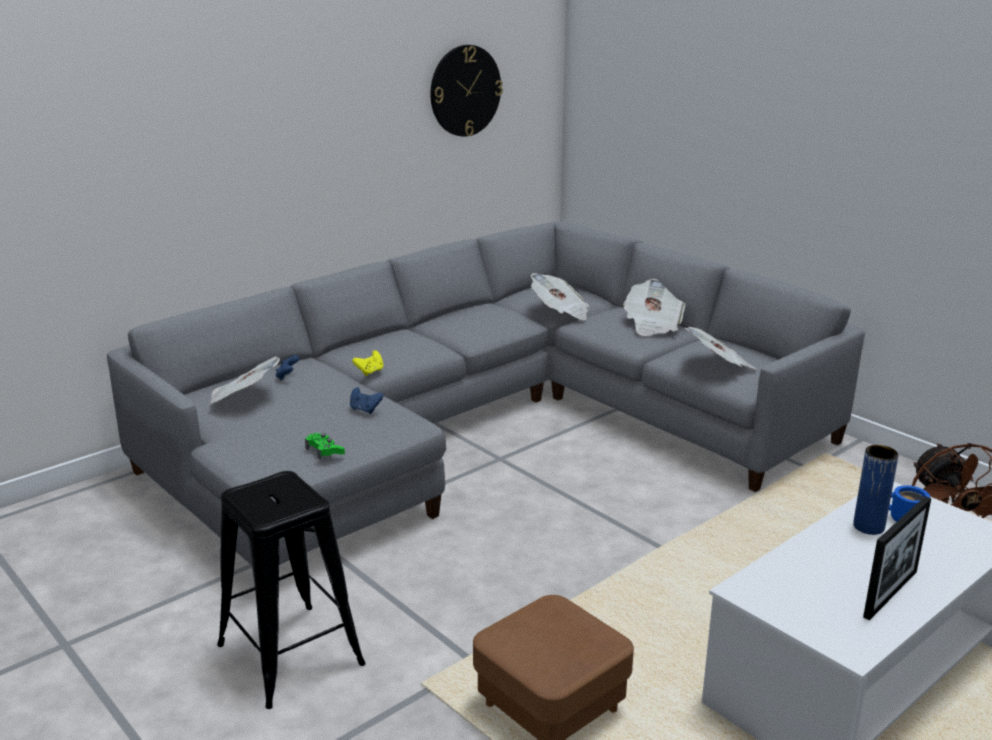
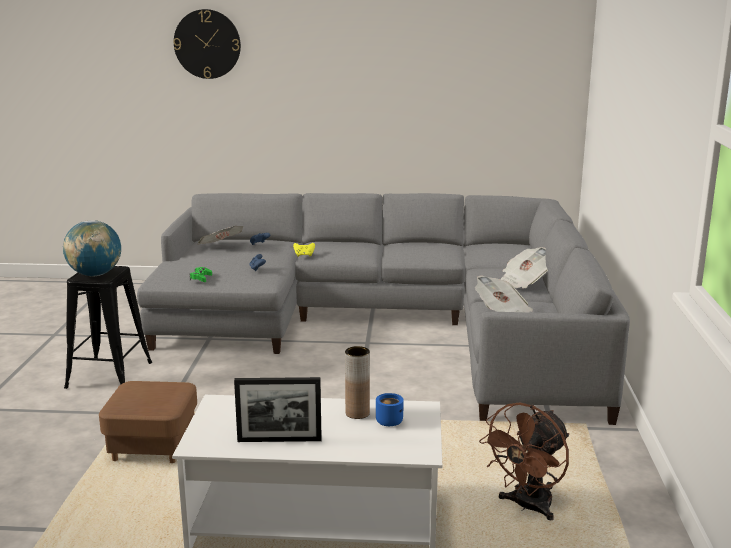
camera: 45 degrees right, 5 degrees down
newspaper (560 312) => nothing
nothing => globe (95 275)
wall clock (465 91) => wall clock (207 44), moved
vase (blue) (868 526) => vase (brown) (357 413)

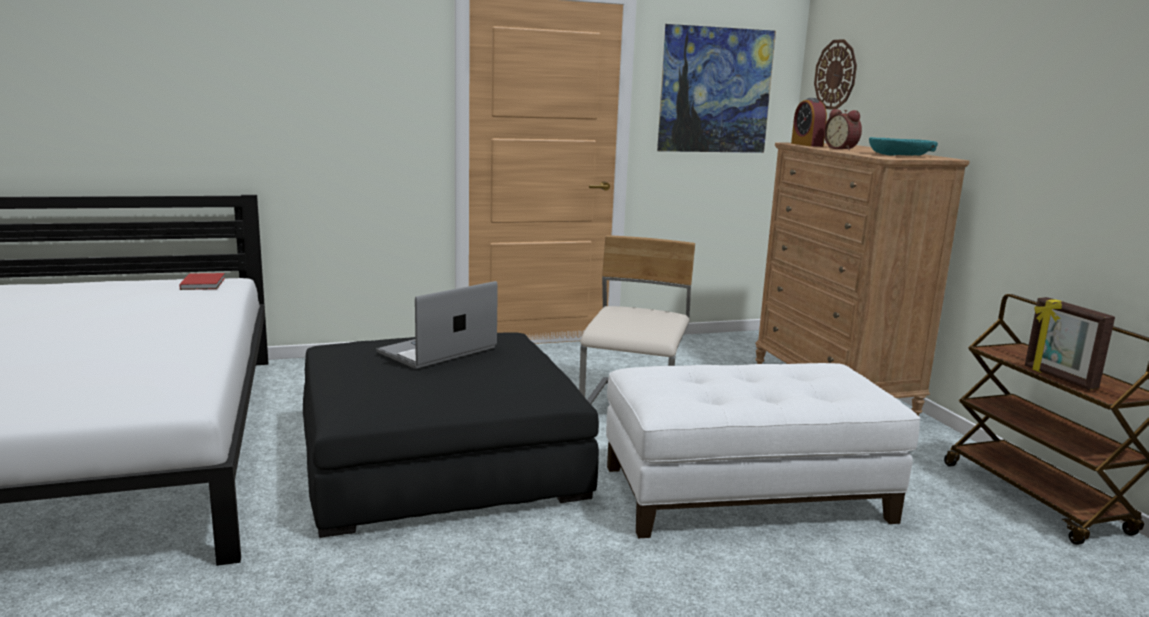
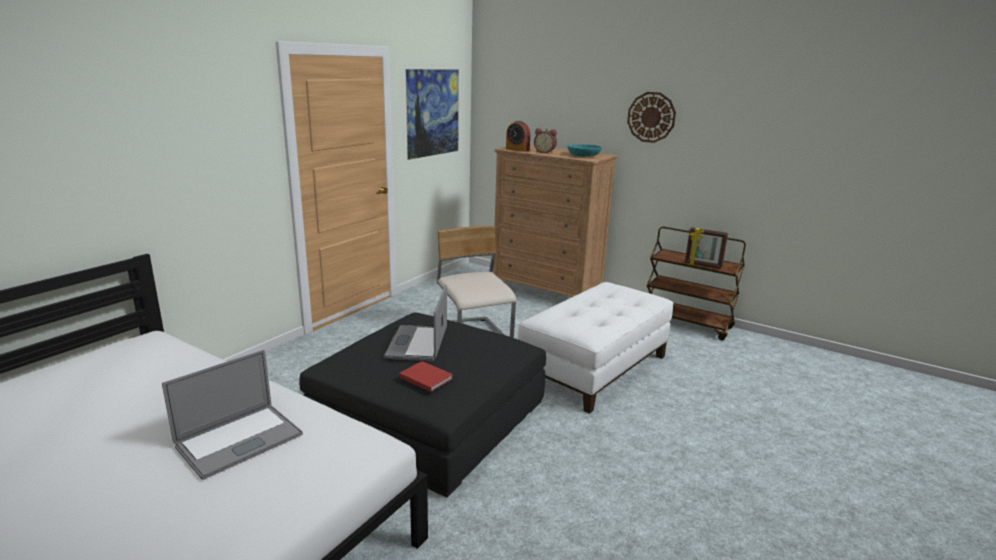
camera: 40 degrees left, 5 degrees up
nothing => laptop (239 440)
book (red) (204 283) => book (red) (425 377), moved
wall clock (835 74) => wall clock (651 117), moved

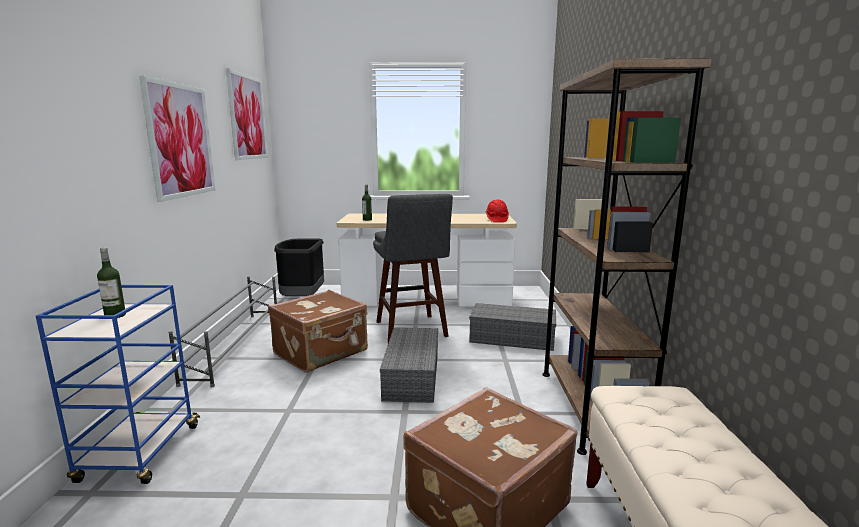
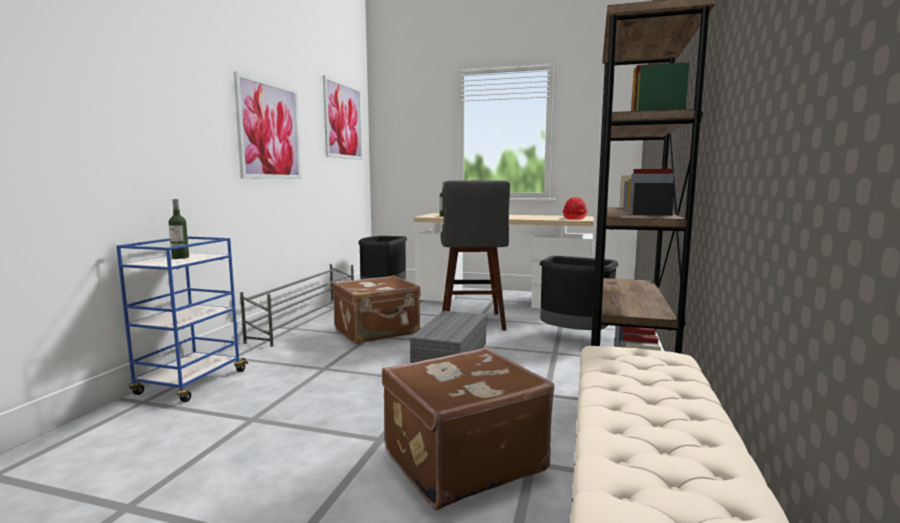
camera: 15 degrees right, 5 degrees down
storage box (grey) (513 338) => trash can (black) (575 336)

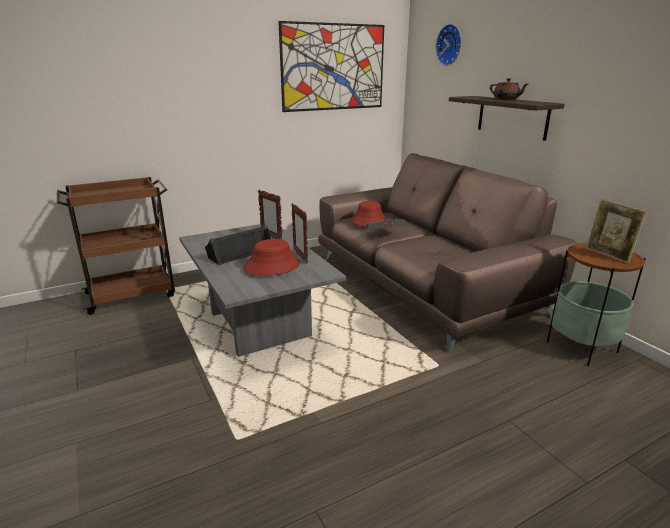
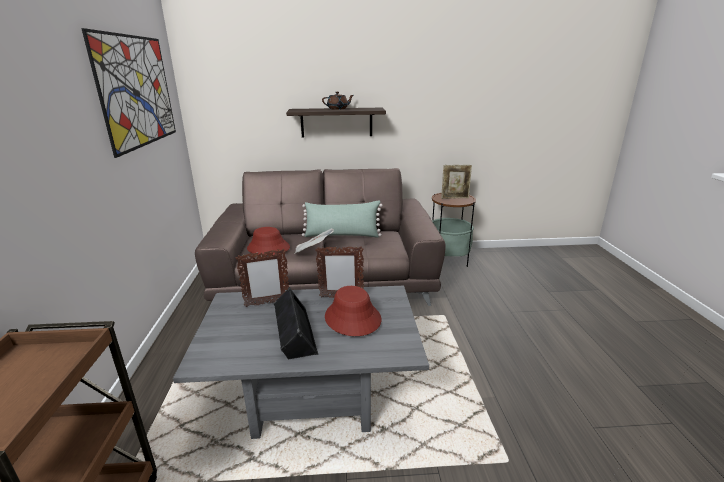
camera: 65 degrees left, 0 degrees up
wall clock (450 45) => nothing
nothing => pillow (green) (342 235)

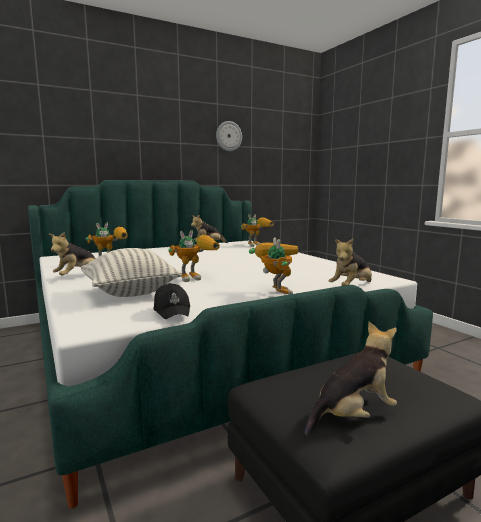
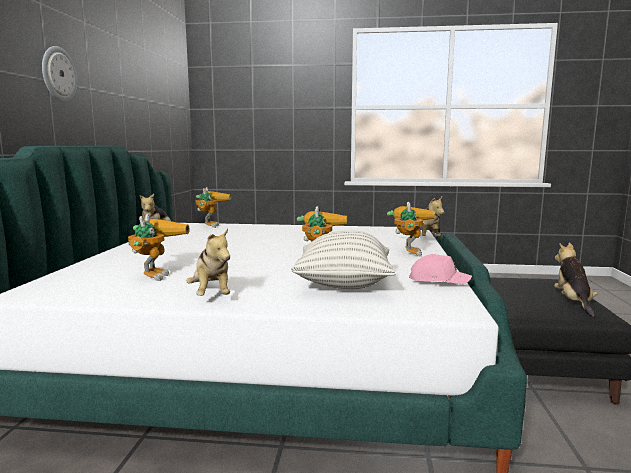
camera: 55 degrees left, 0 degrees up
wall clock (228 136) => wall clock (58 74), moved
cap (black) (172 310) => cap (pink) (438 279)
toy robot (275 291) => toy robot (408 252), 75 degrees clockwise

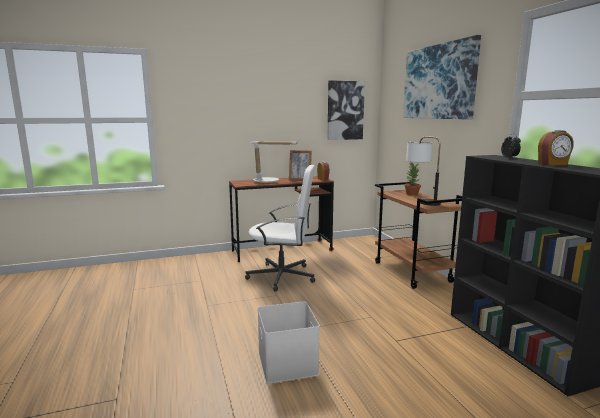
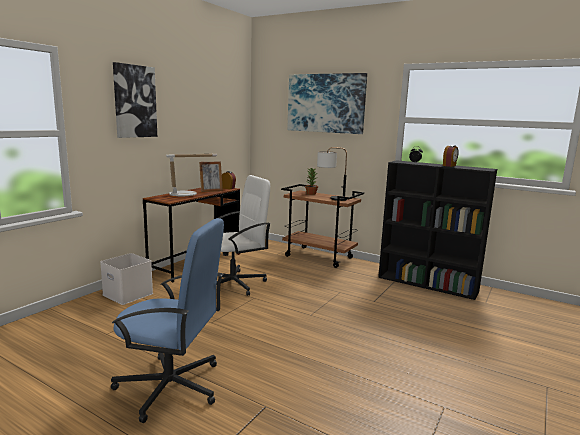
camera: 40 degrees left, 0 degrees up
nothing => office chair (blue) (171 387)
storage box (white) (289 363) => storage box (white) (129 294), moved
picture (345 110) => picture (134 101), moved

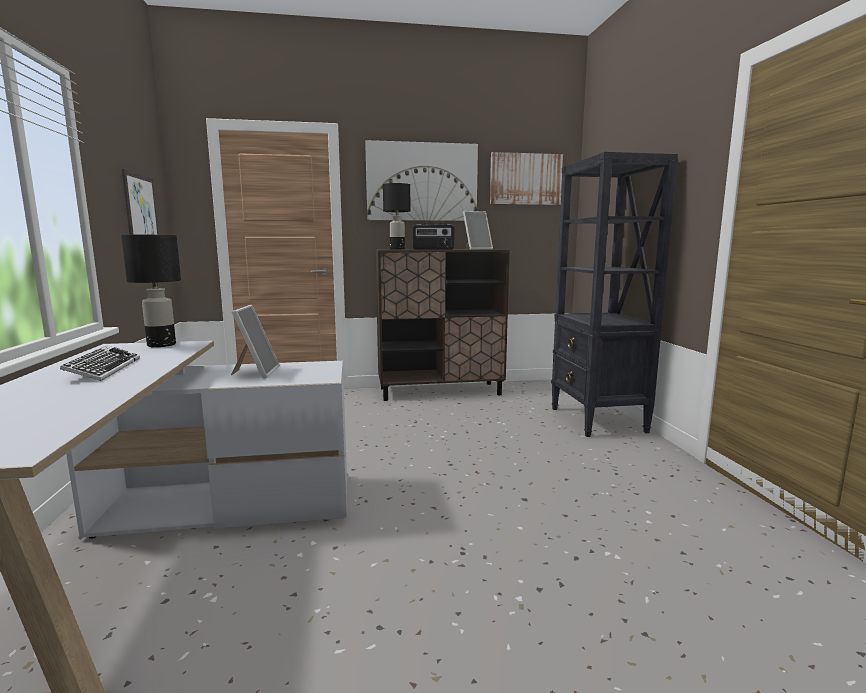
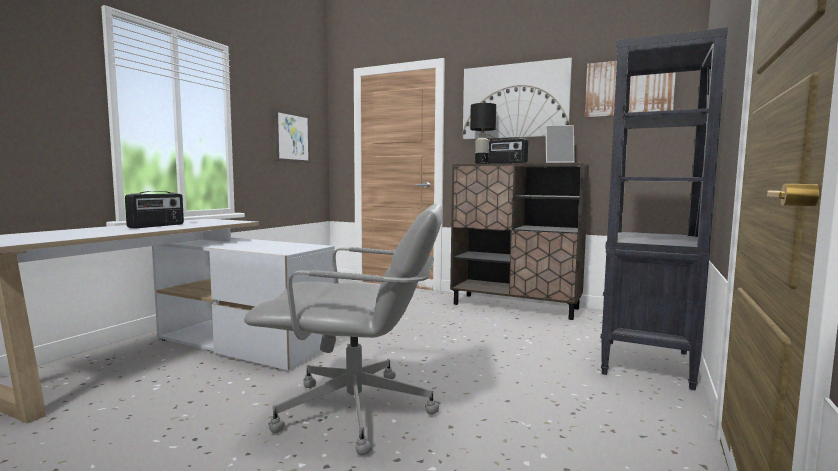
camera: 35 degrees right, 5 degrees down
table lamp (black) (162 345) => nothing
picture frame (256 372) => nothing
nothing => office chair (grey) (357 412)
keyboard (104 369) => radio (157 226)

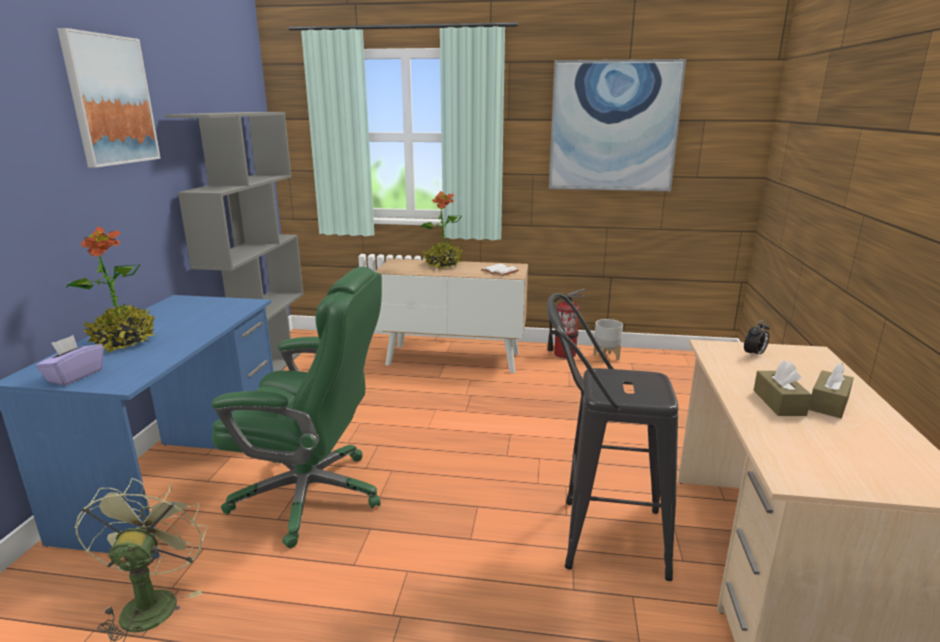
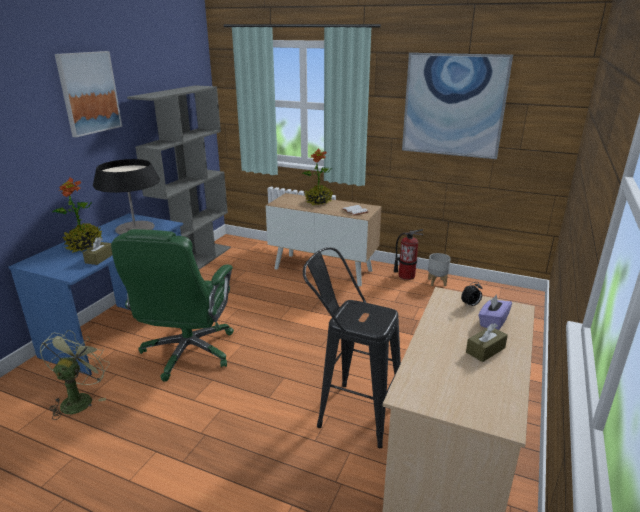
camera: 15 degrees right, 5 degrees up
nothing => table lamp (135 228)
tissue box (purple) (75 376) => tissue box (purple) (492 322), moved
tissue box (brown) (779 403) => tissue box (brown) (100 258), moved
office chair (green) (312 495) => office chair (green) (188 352), 75 degrees clockwise

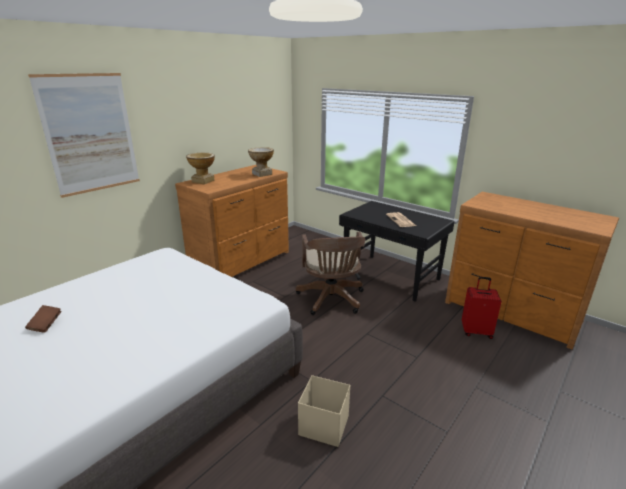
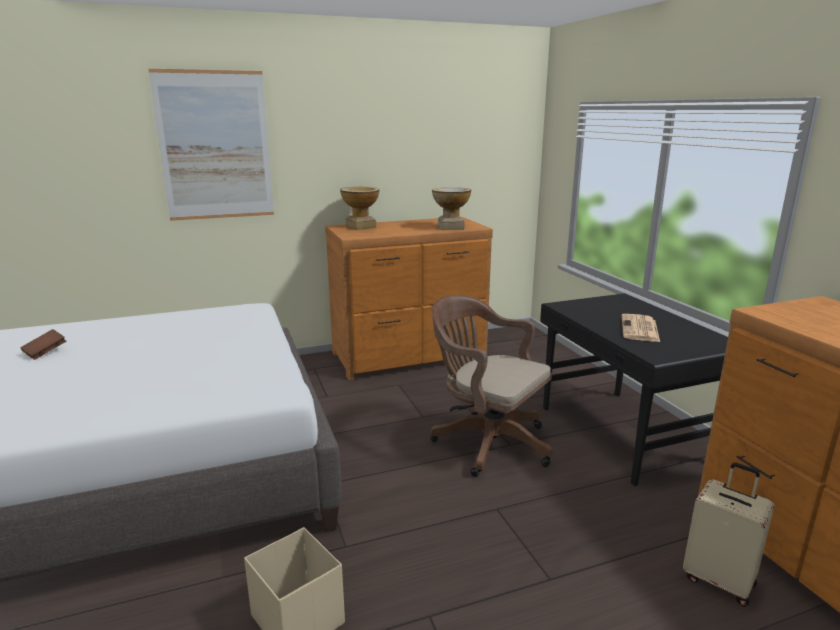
camera: 30 degrees right, 5 degrees down
suitcase (red) (476 331) => suitcase (beige) (719 580)
office chair (brown) (331 300) => office chair (brown) (486 441), 105 degrees clockwise

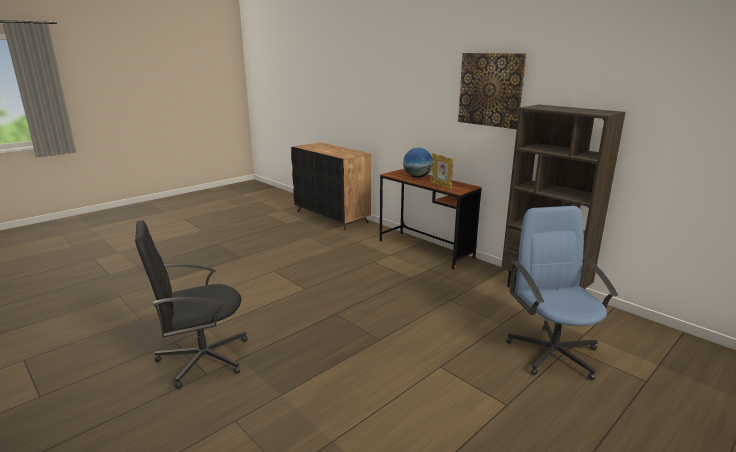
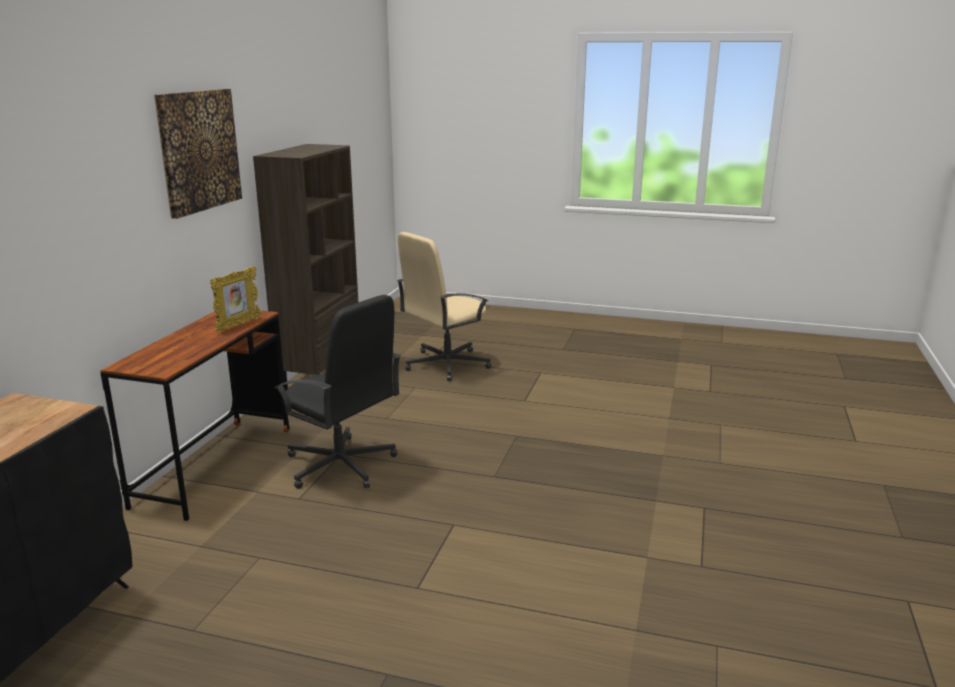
camera: 120 degrees left, 0 degrees up
globe (417 177) => nothing
office chair (black) (202 358) => office chair (black) (341 465), moved
office chair (blue) (553 352) => office chair (beige) (445 364)

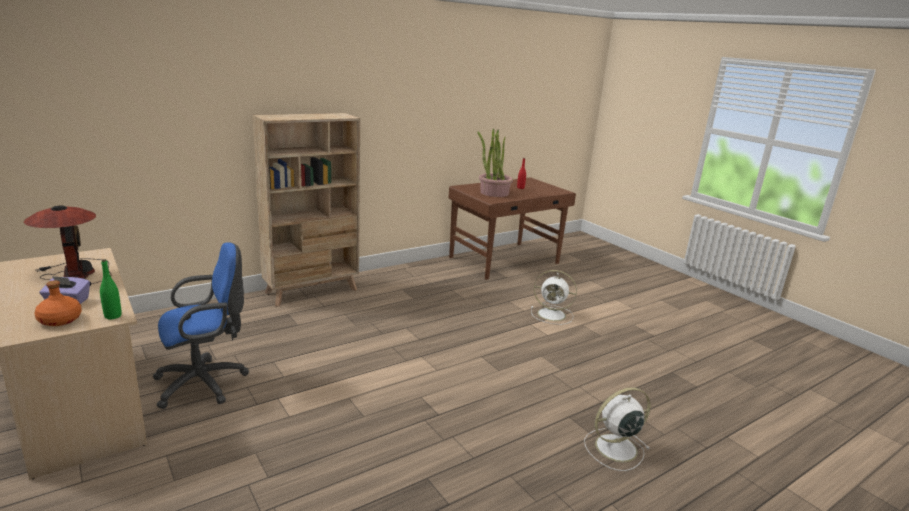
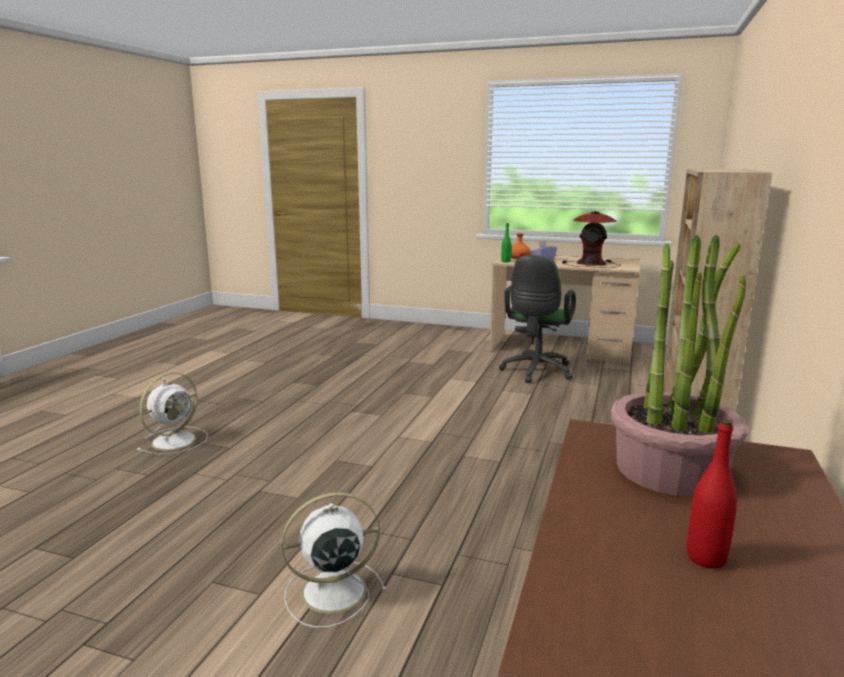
camera: 145 degrees right, 5 degrees down
office chair (blue) (206 383) => office chair (green) (536 372)

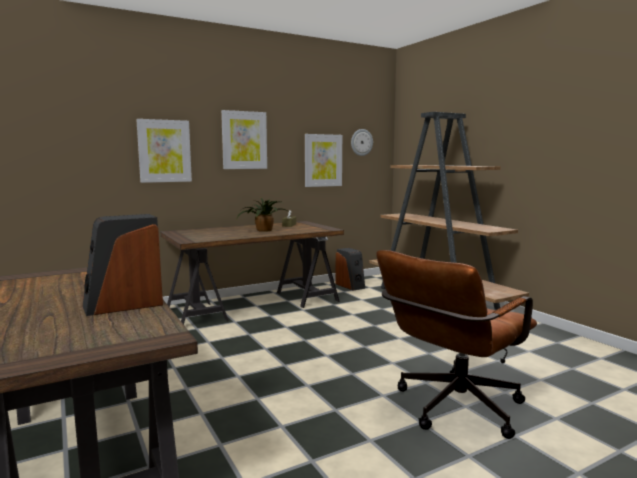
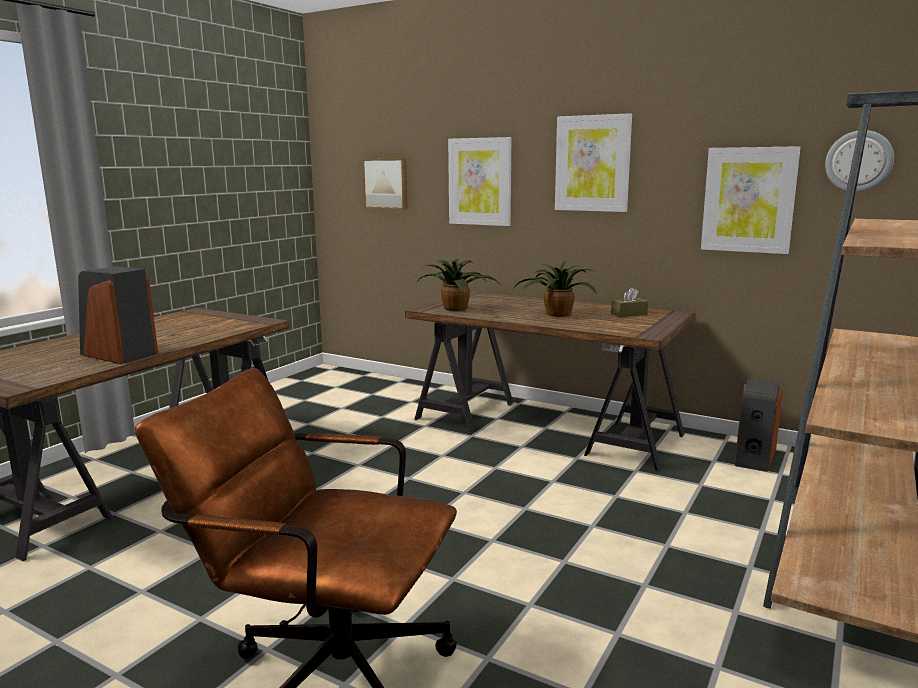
camera: 60 degrees right, 5 degrees up
nothing => picture (386 183)
nothing => potted plant (457 308)

